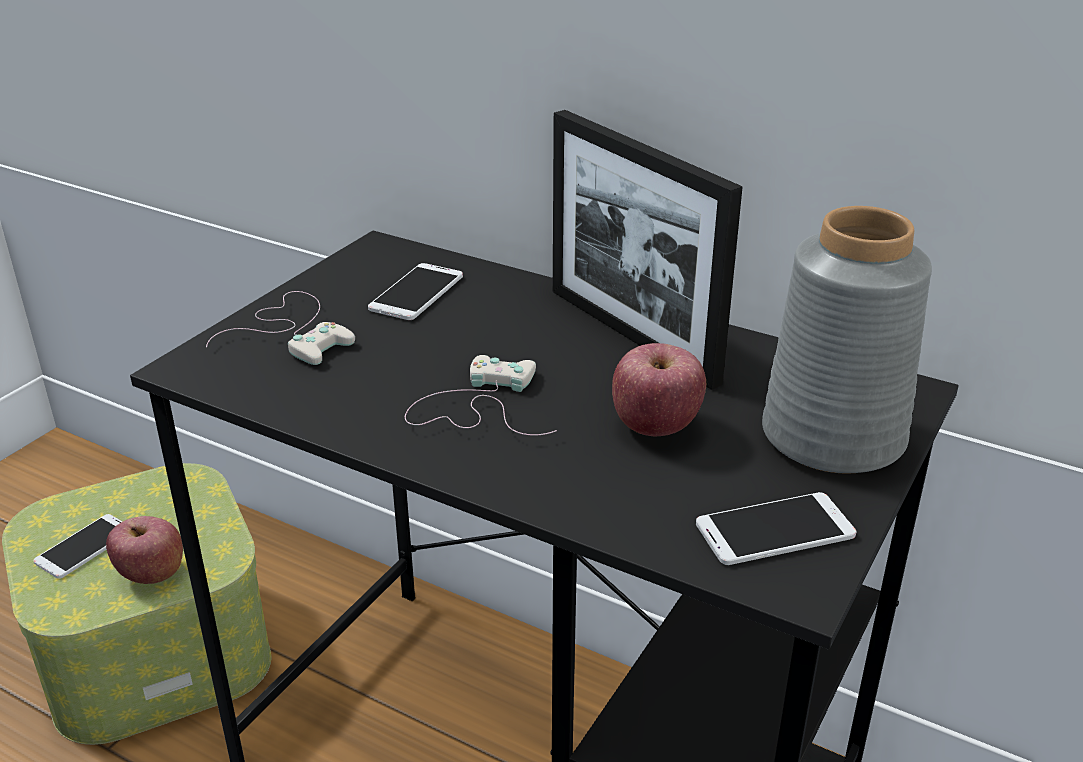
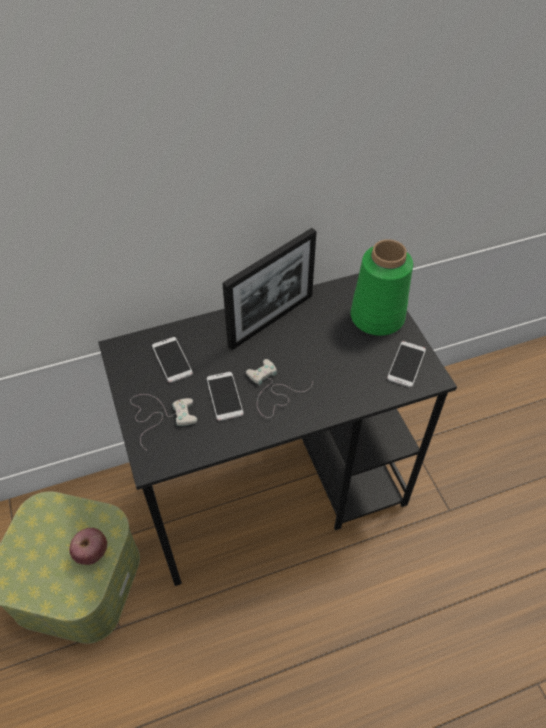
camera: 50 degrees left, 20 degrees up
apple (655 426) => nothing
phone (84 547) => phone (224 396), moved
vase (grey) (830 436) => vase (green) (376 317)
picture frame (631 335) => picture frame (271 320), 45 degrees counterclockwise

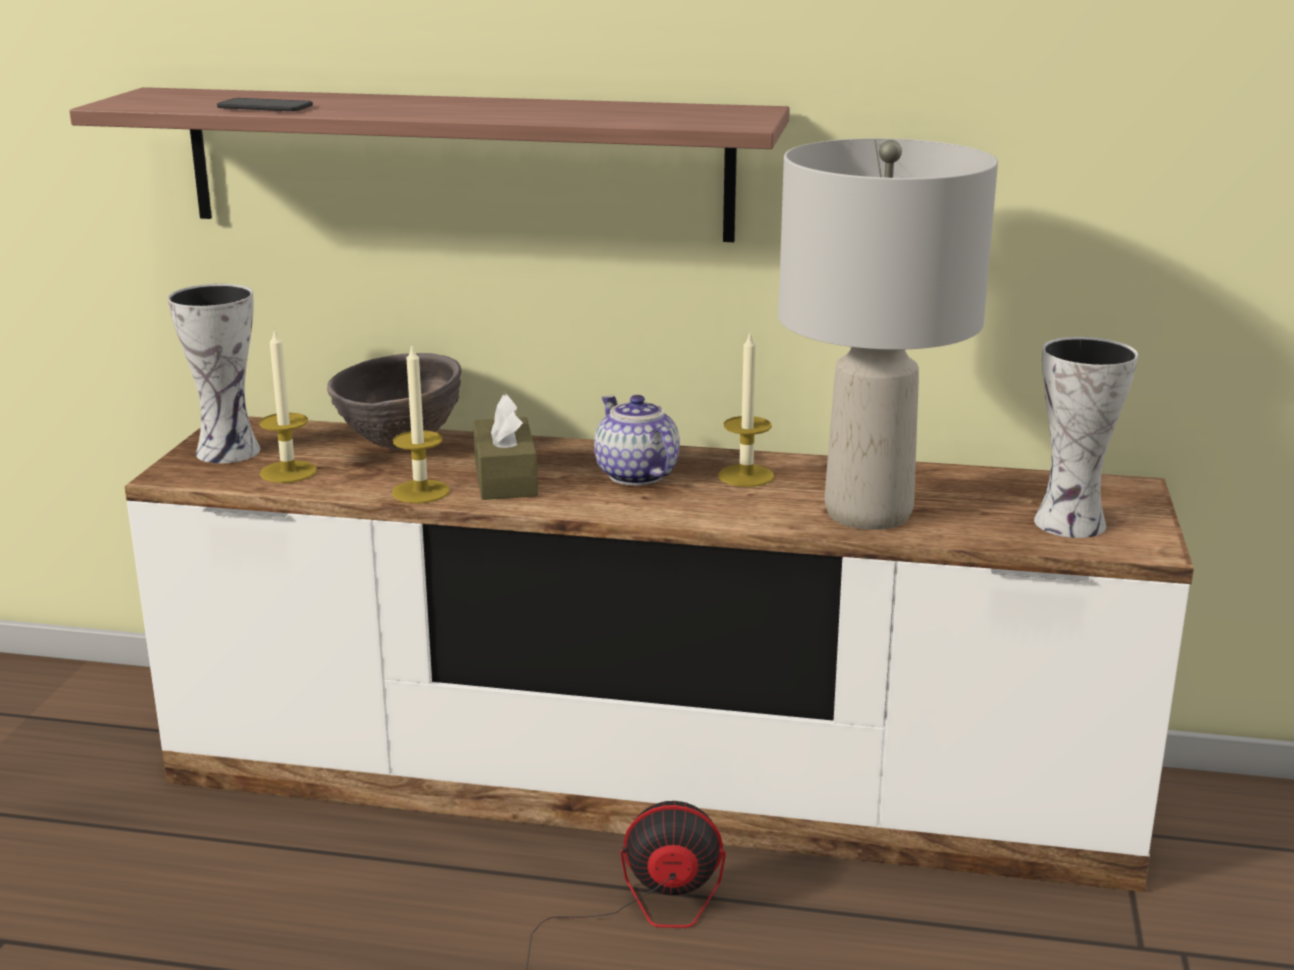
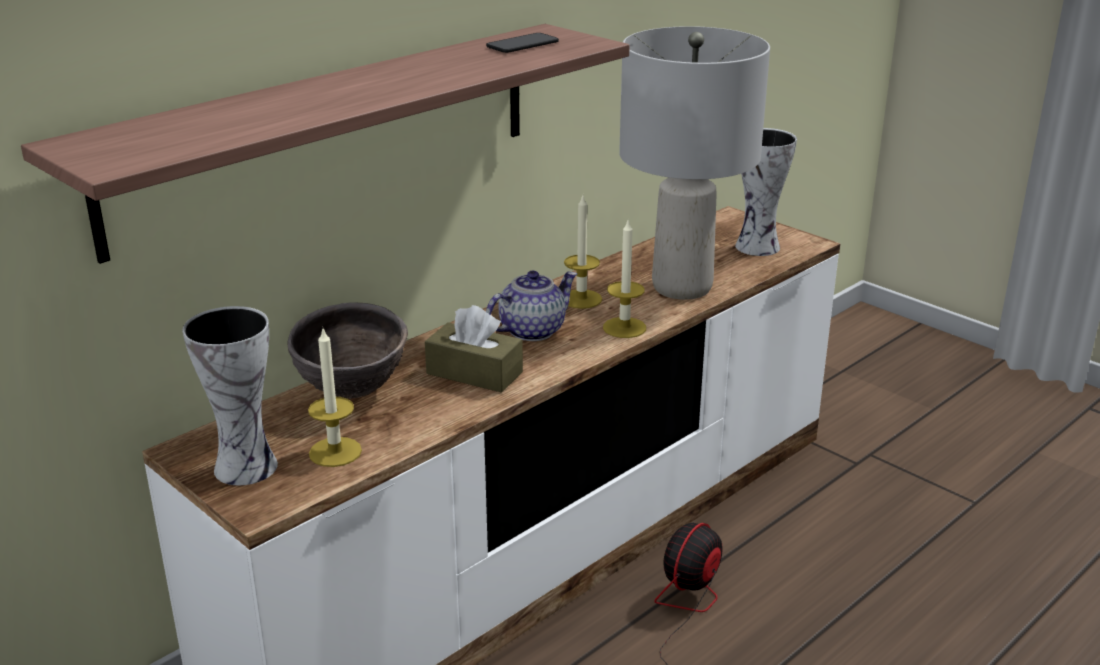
camera: 55 degrees left, 5 degrees up
phone (265 107) => phone (522 45), moved
candle (421 492) => candle (624 327), moved
teapot (634 475) => teapot (532 330), 135 degrees clockwise

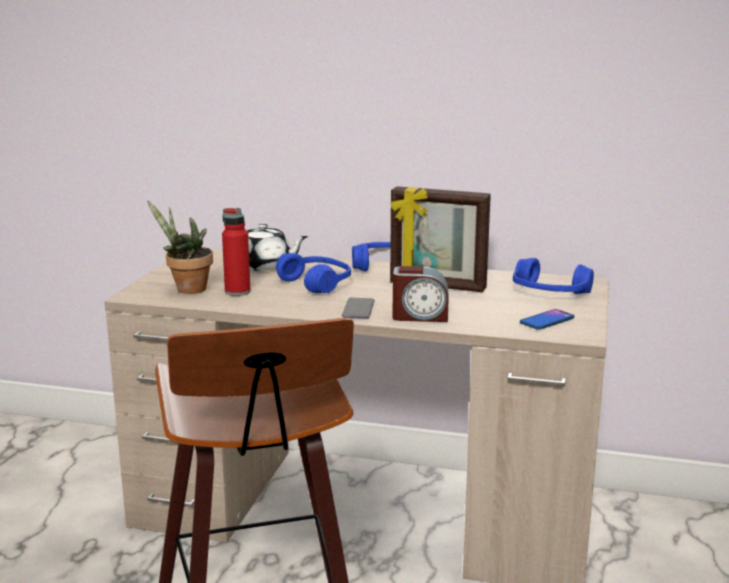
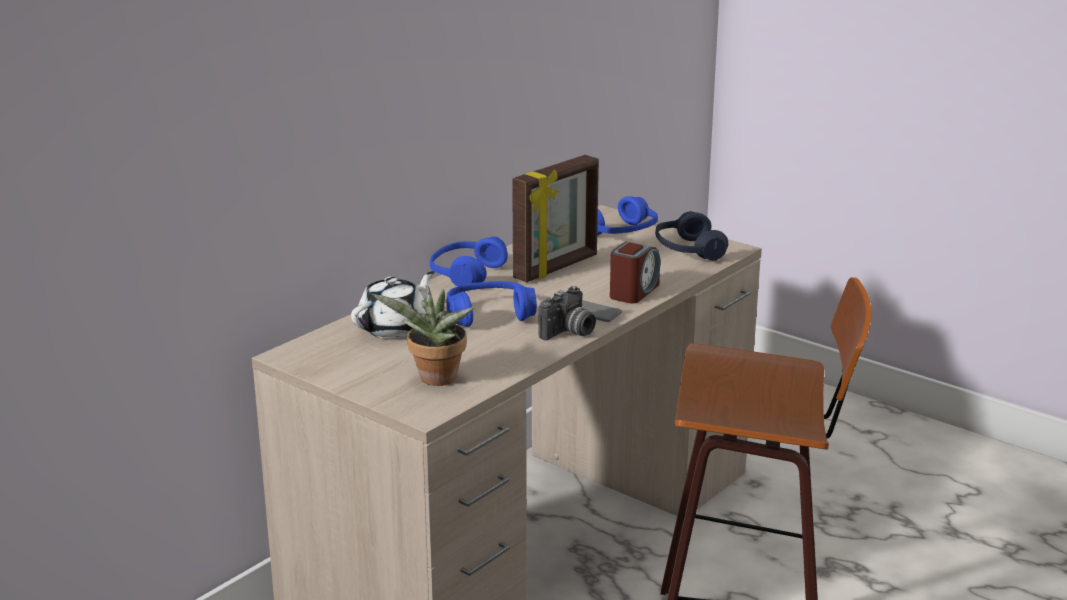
camera: 65 degrees left, 5 degrees up
bottle (red) (237 292) => nothing
nothing => photo camera (569 333)
phone (547 320) => headphones (blue) (688 251)

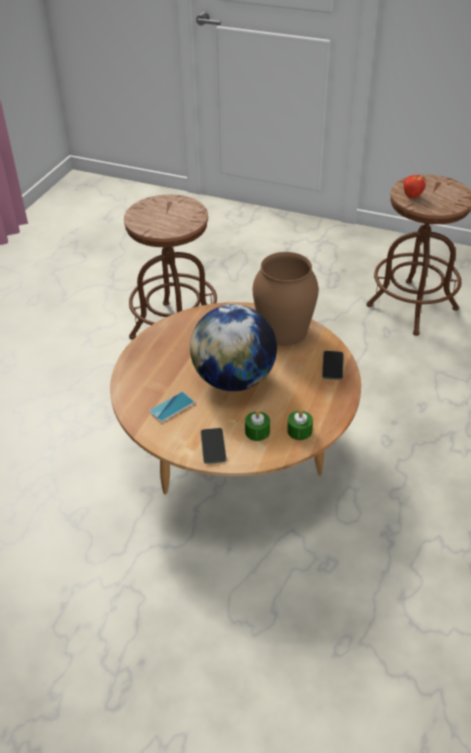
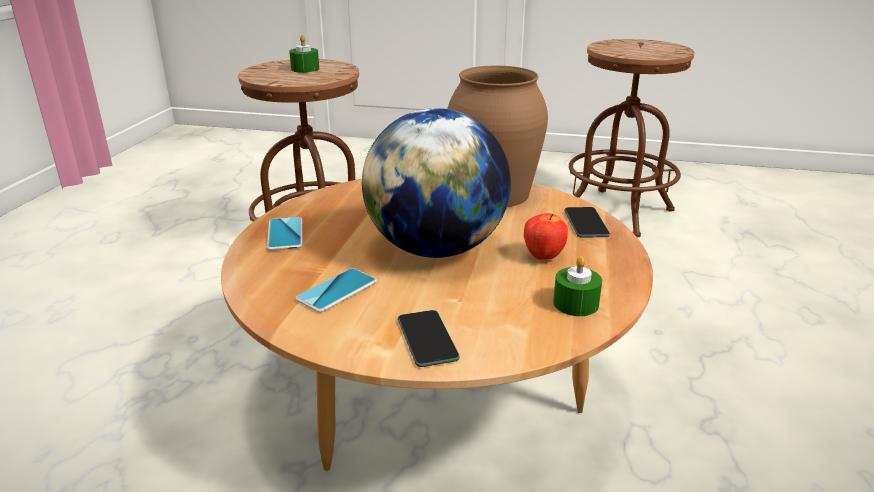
camera: 10 degrees left, 15 degrees down
nothing => phone (285 234)
candle (green) (257 431) => candle (green) (305 69), moved
apple (412 196) => apple (543 257), moved

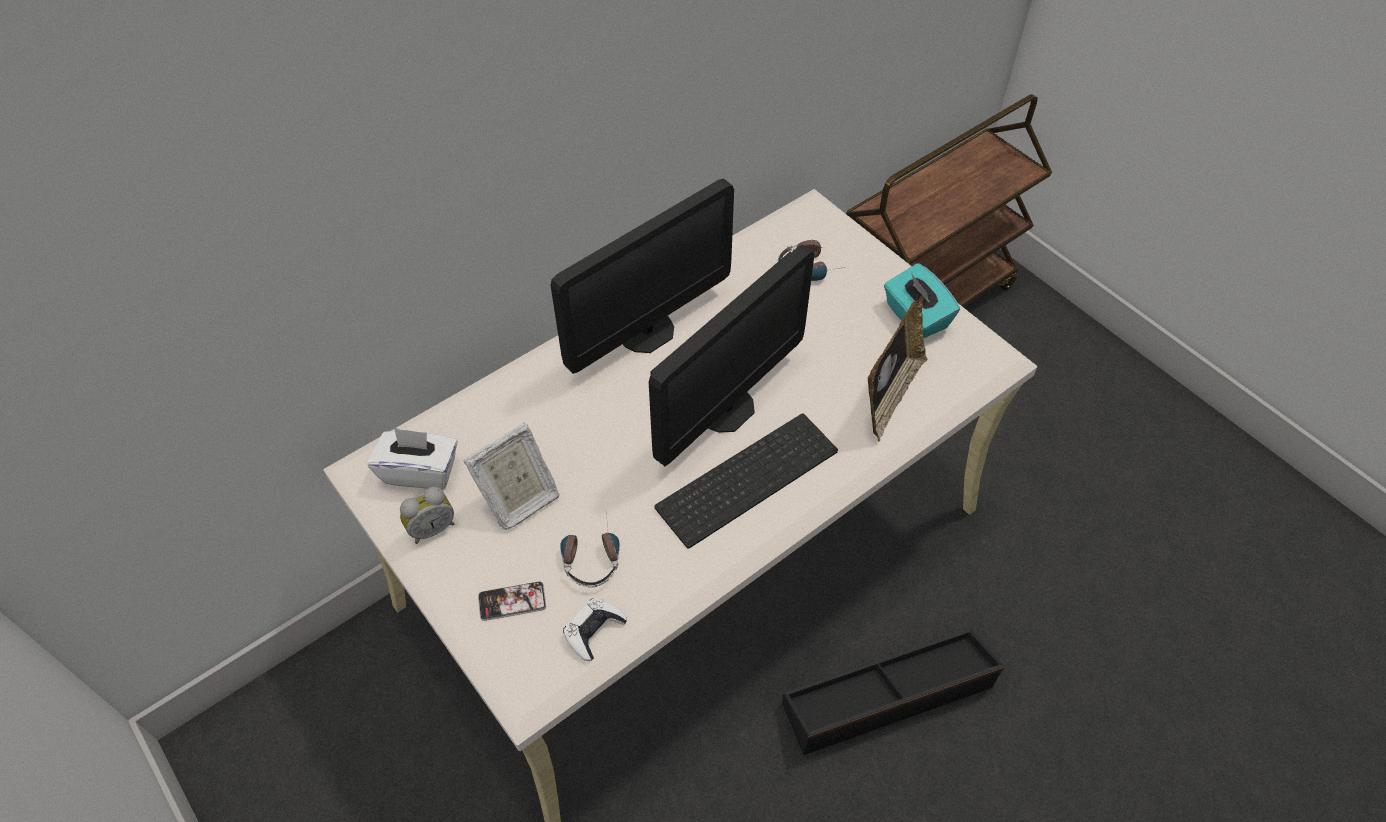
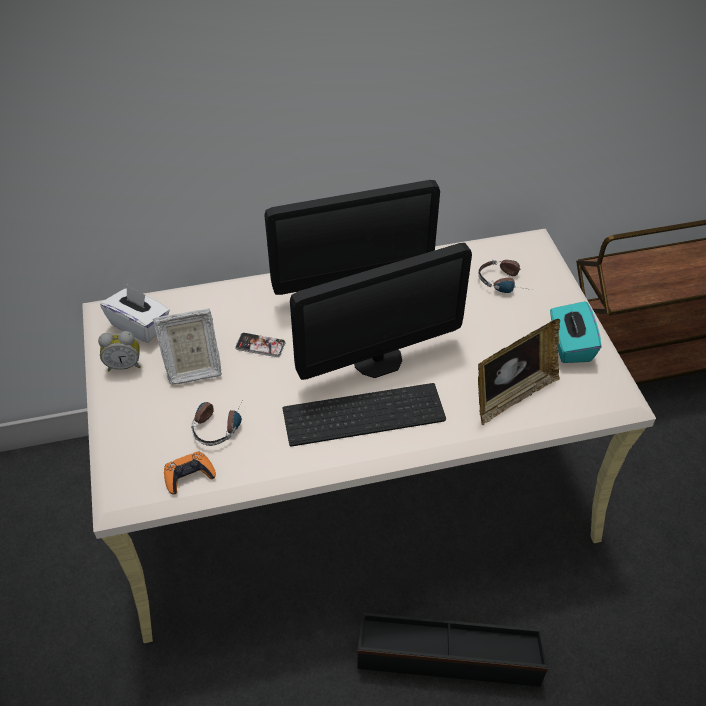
camera: 25 degrees right, 5 degrees down
phone (512 601) => phone (260 345), moved
game controller (white) (594 631) => game controller (orange) (189 475)

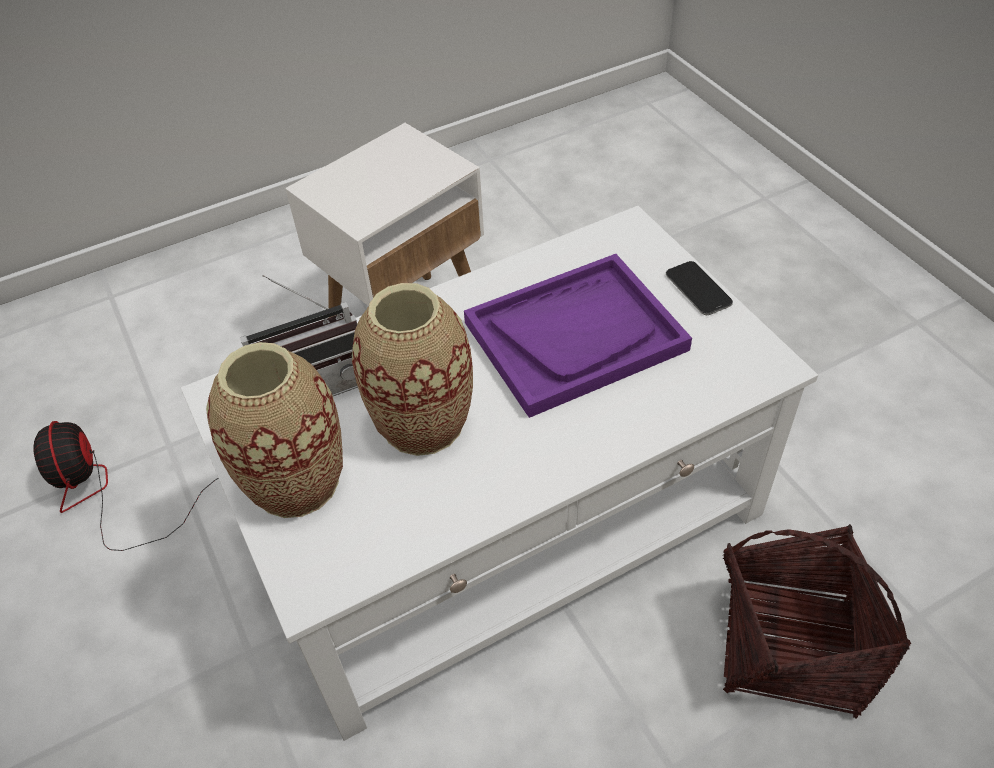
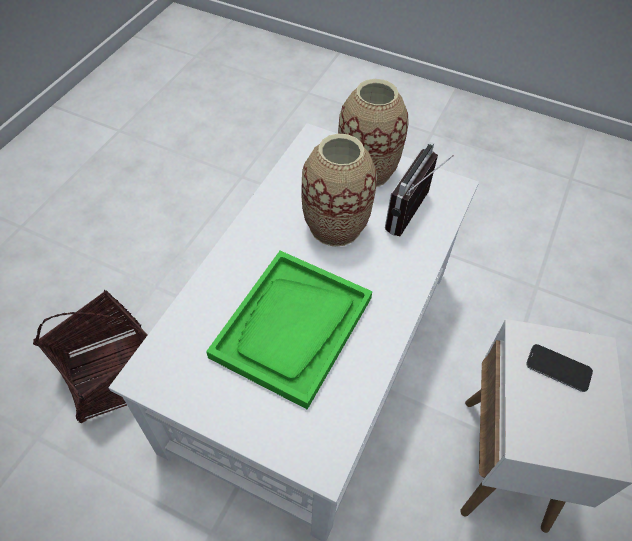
camera: 140 degrees right, 5 degrees up
fan (111 494) => nothing
phone (698 289) => phone (558 368), moved
tray (purple) (575 336) => tray (green) (292 328)

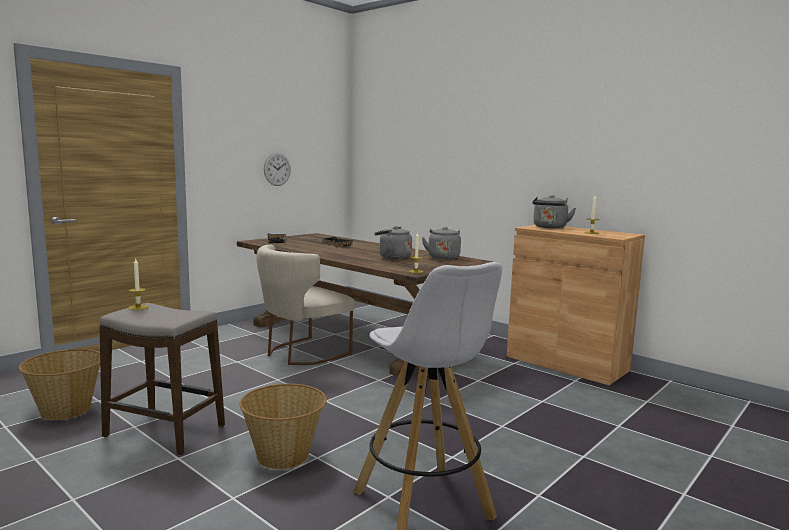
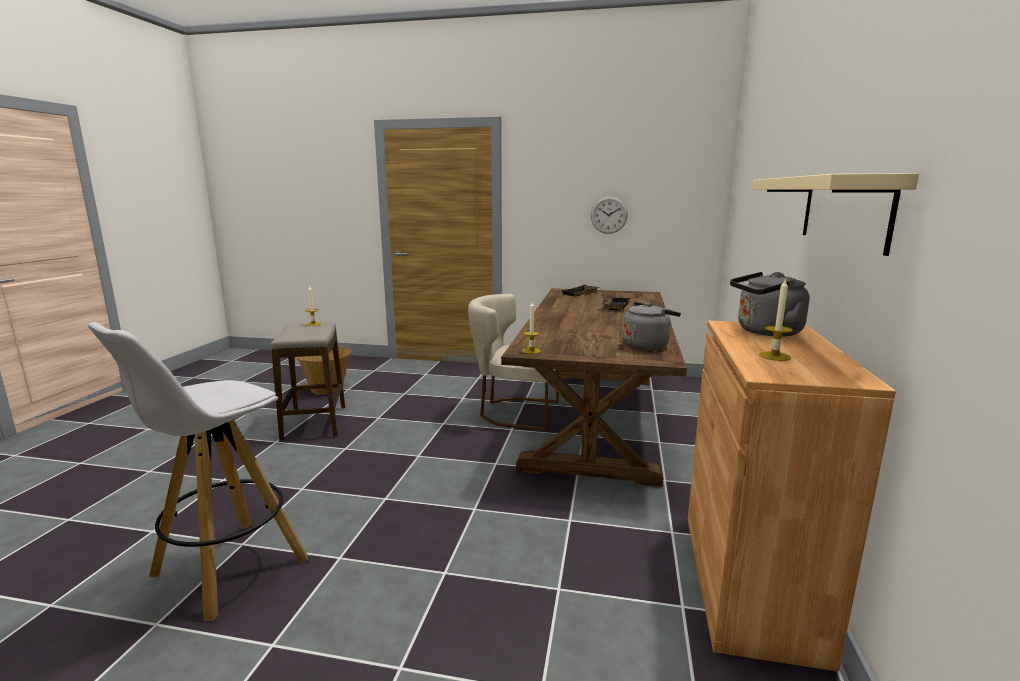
camera: 60 degrees right, 5 degrees up
basket (284 456) => nothing
kettle (grey) (392 257) => nothing
nothing => shelf (beige) (843 210)

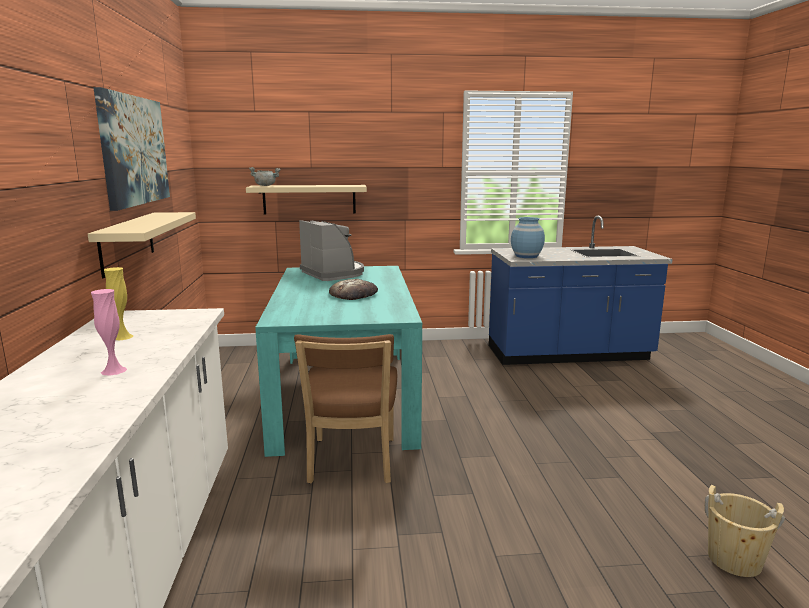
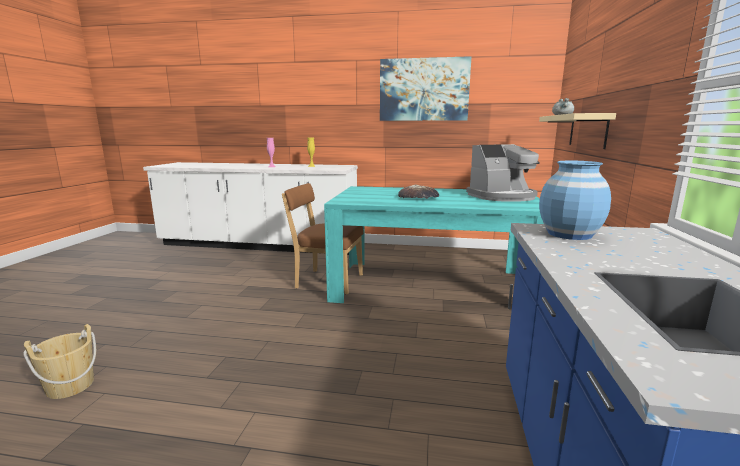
camera: 105 degrees right, 0 degrees up
shelf (beige) (127 242) => nothing

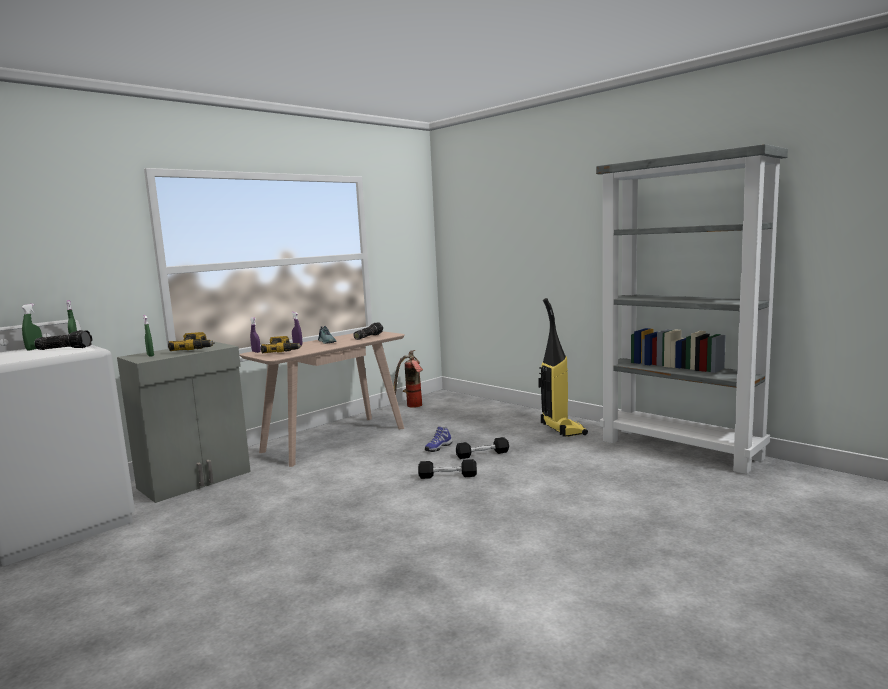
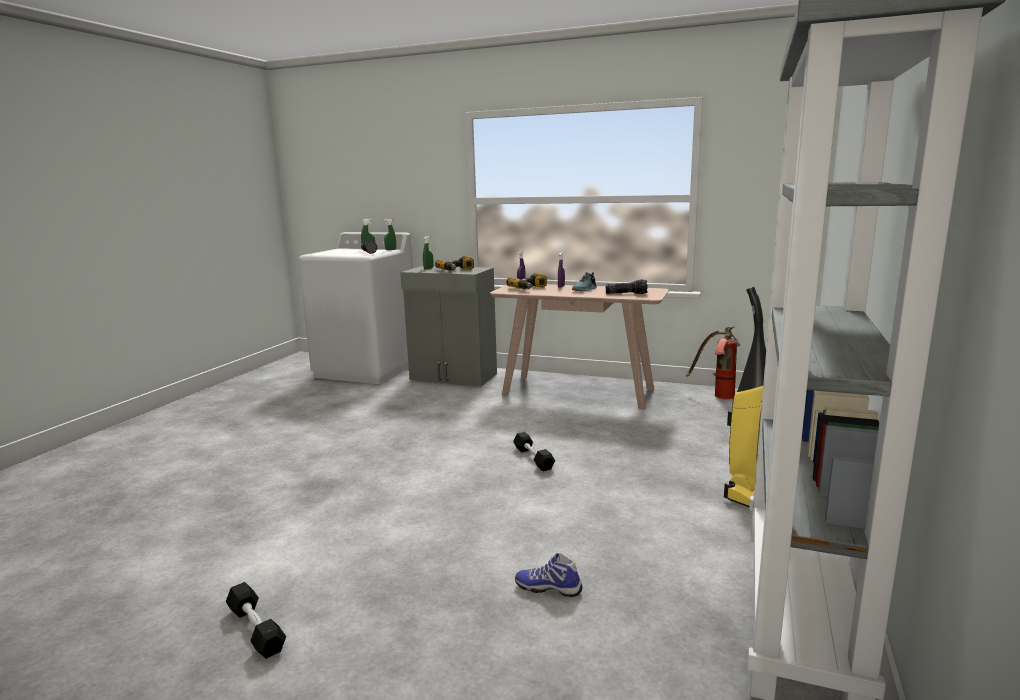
camera: 65 degrees right, 5 degrees up
shoe (438 447) => shoe (549 587), moved
dumbbell (black) (482 454) => dumbbell (black) (256 629), moved

